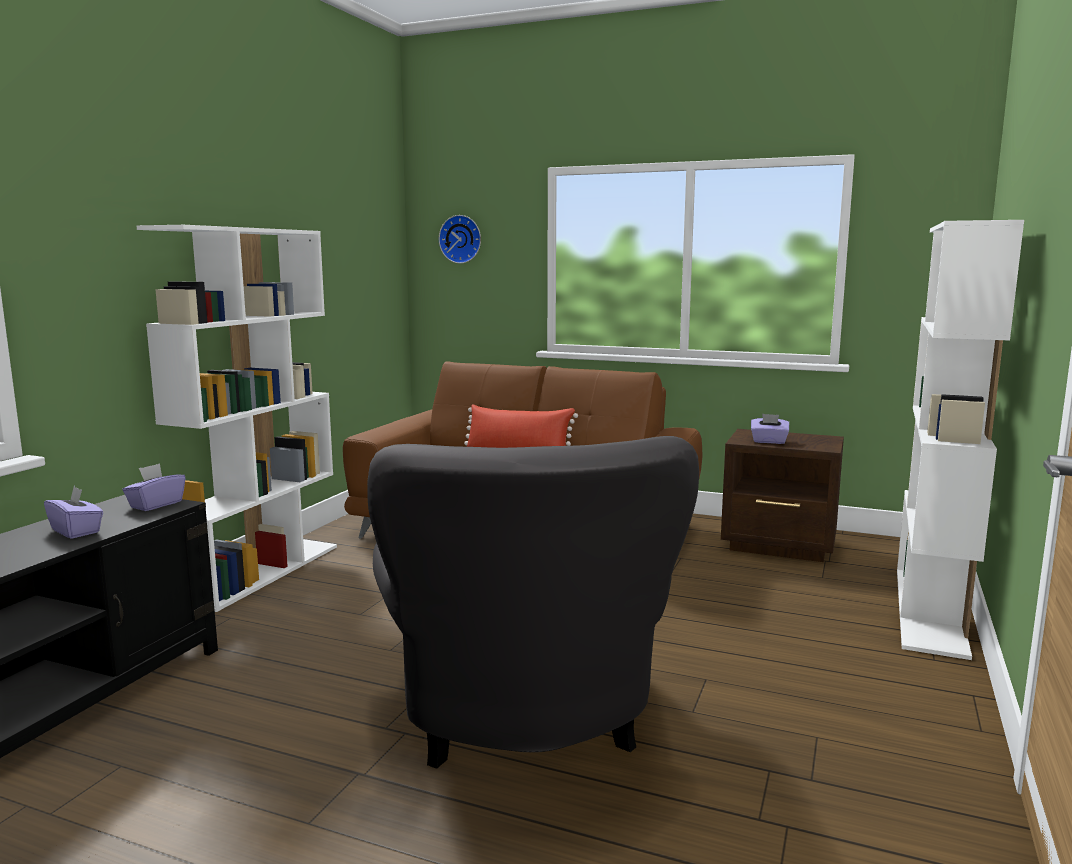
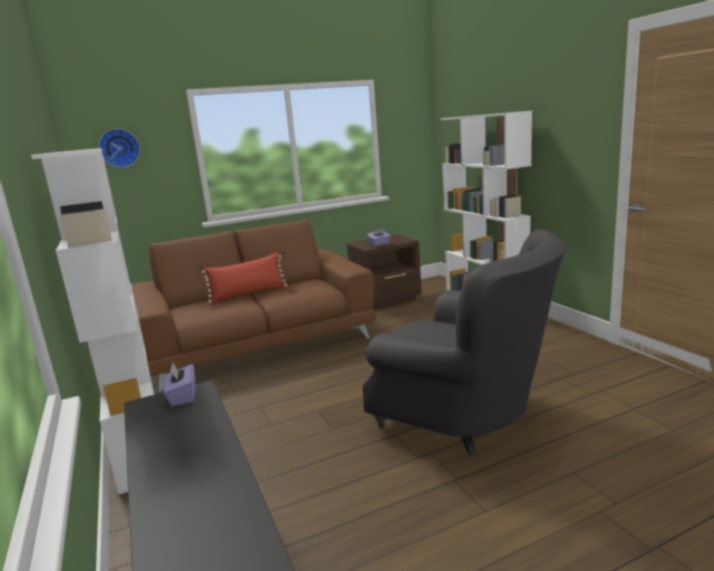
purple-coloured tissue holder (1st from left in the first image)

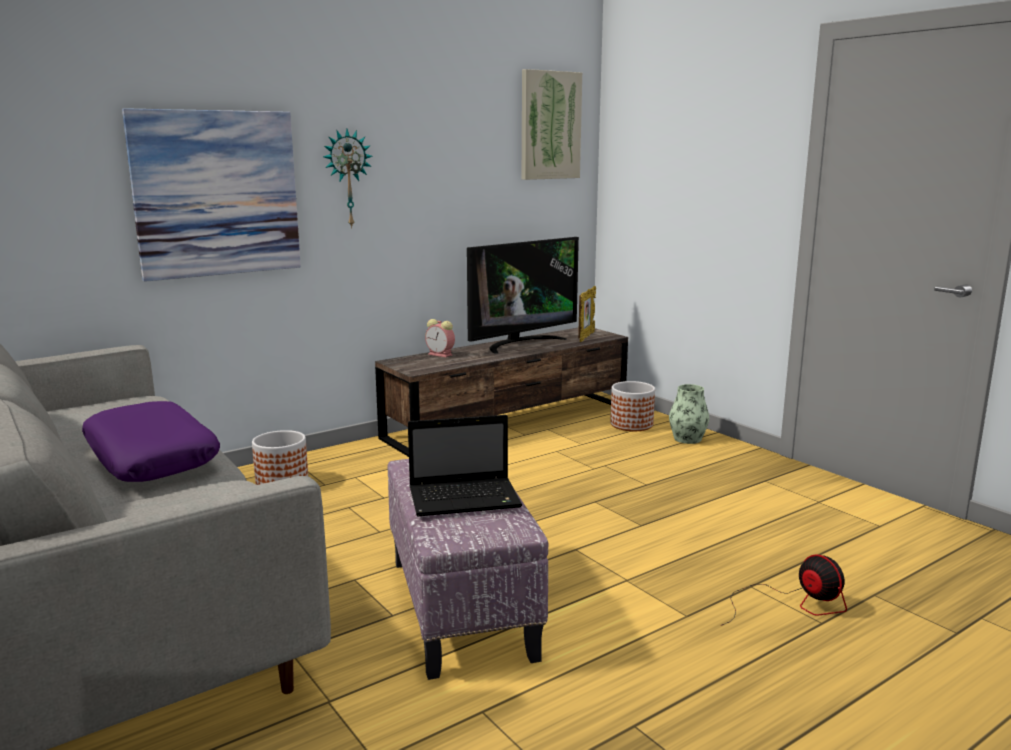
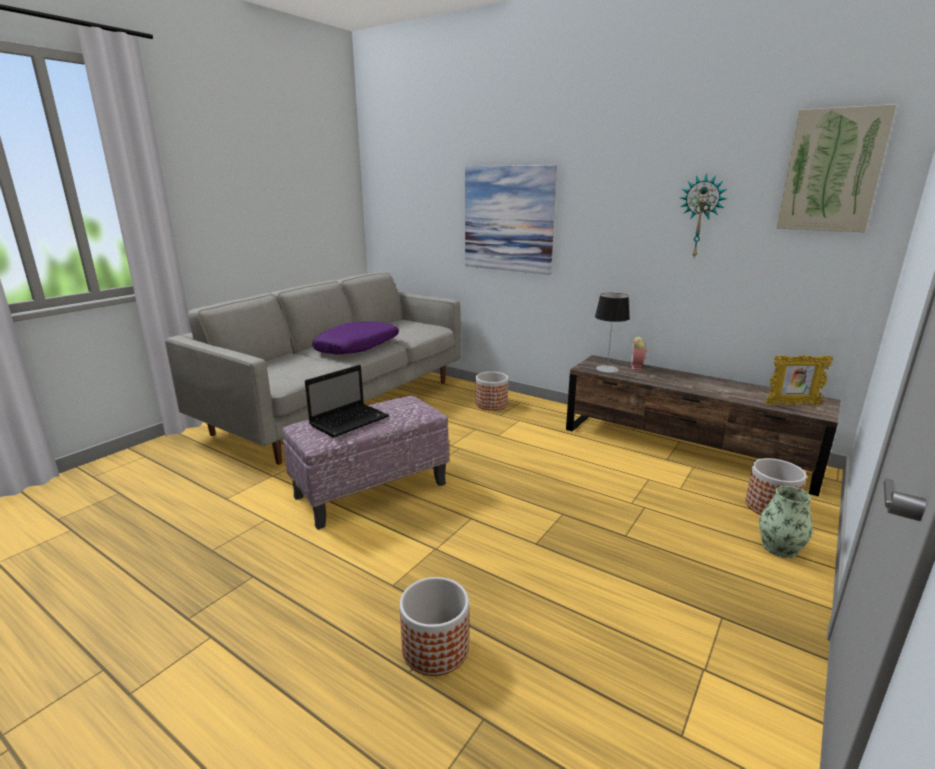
notebook computer
flower pot (1st from left)
lamp for a table
hanging clock
television

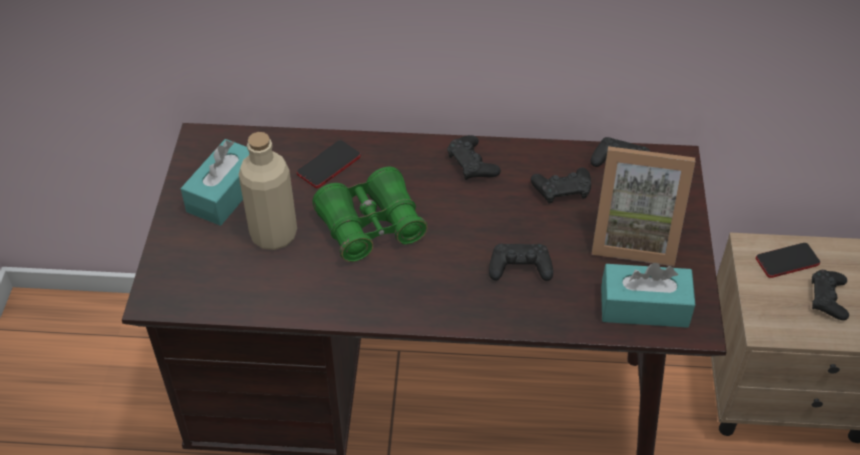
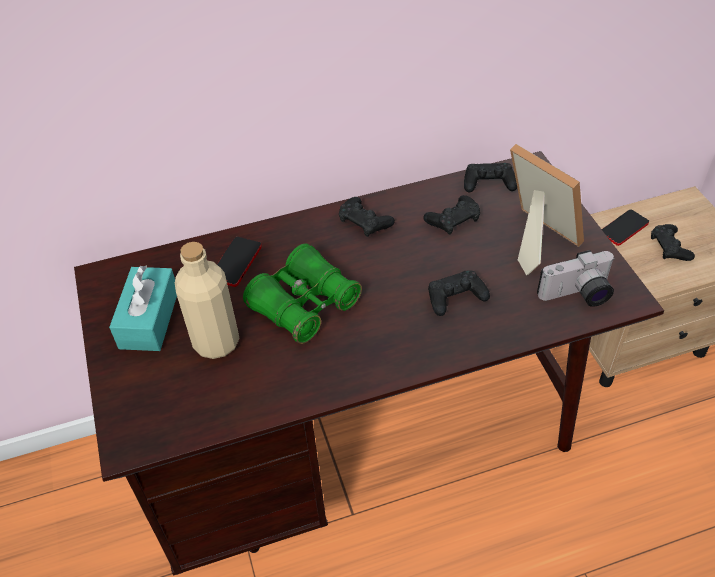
standing frame
photo camera

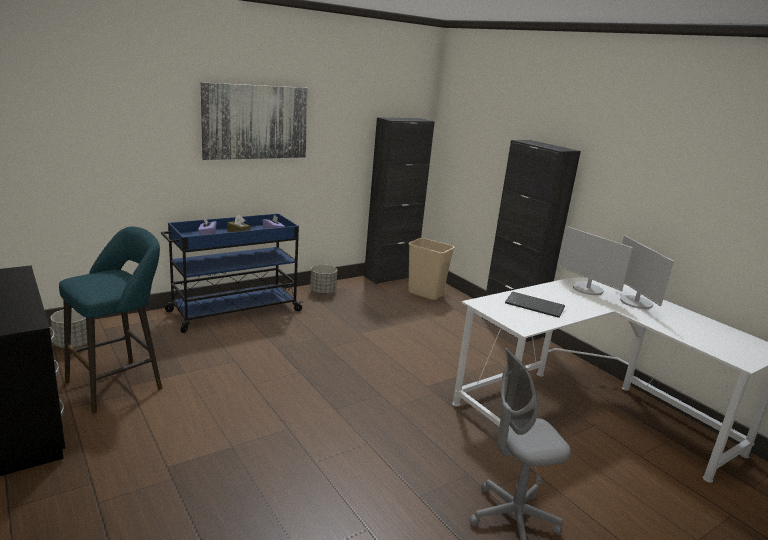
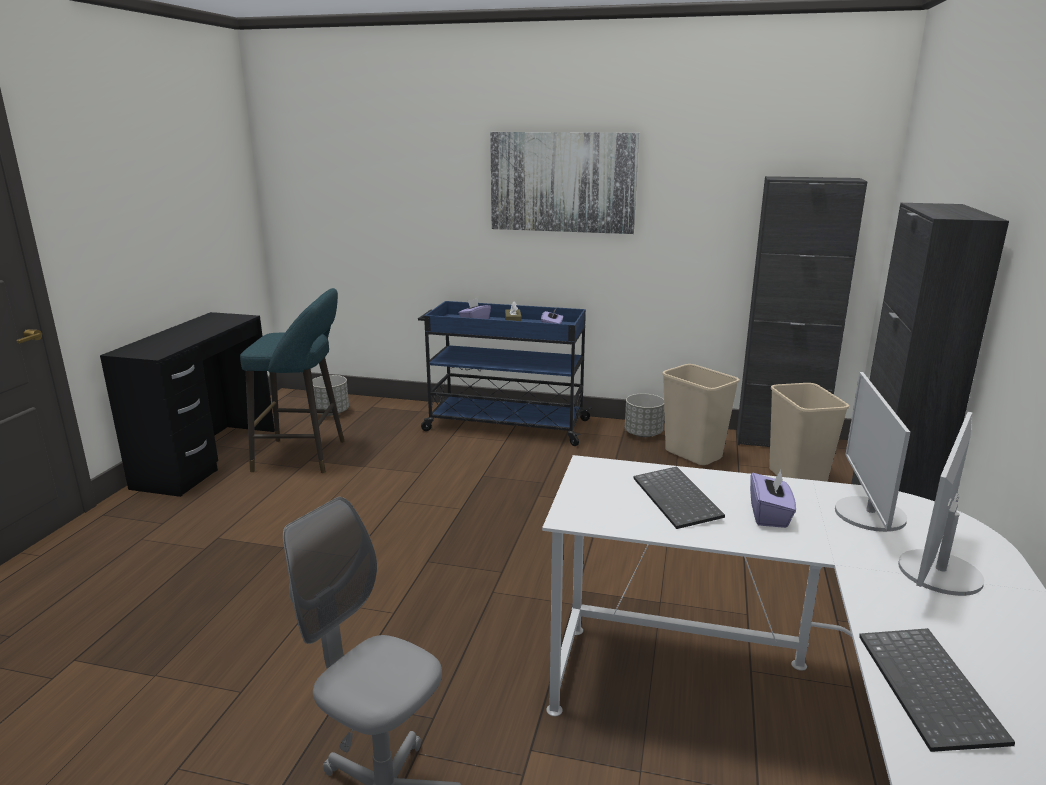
beige rubbish bin (1st from left)
purple-coloured tissue holder (3rd from left)
keyboard (2nd from left)

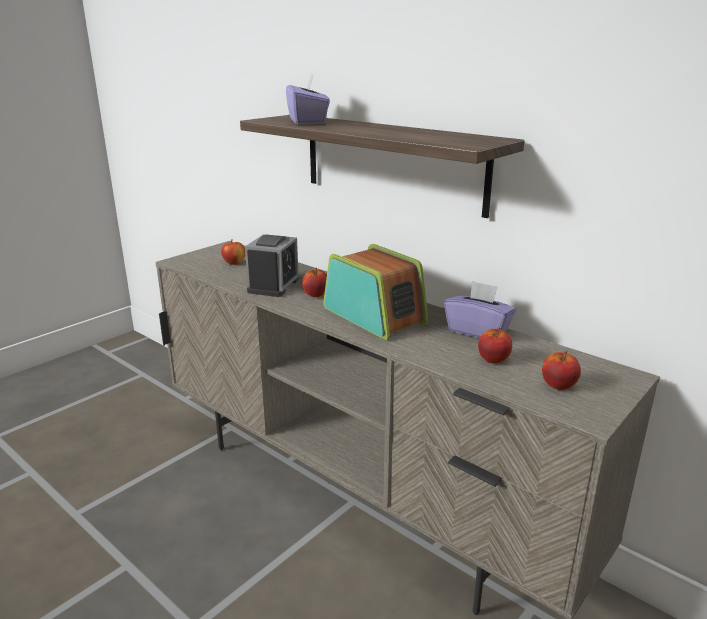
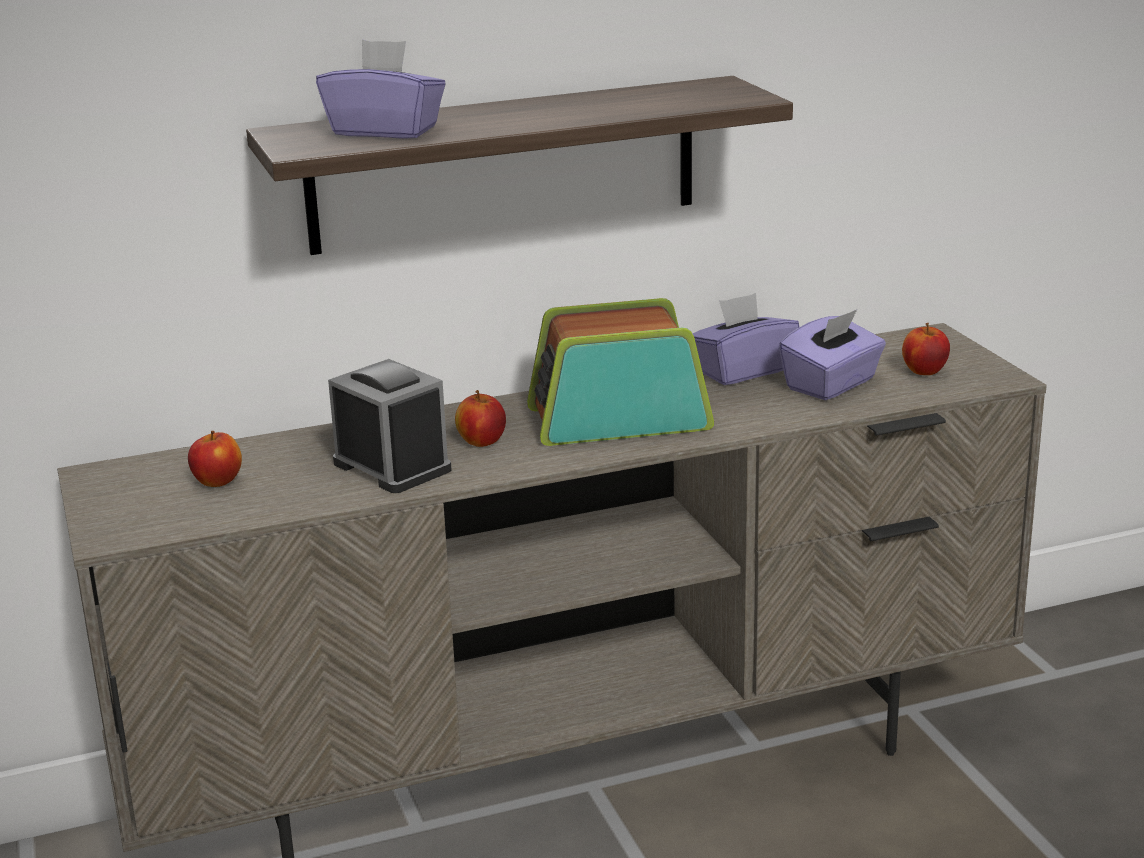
purple-coloured tissue holder (3rd from left)

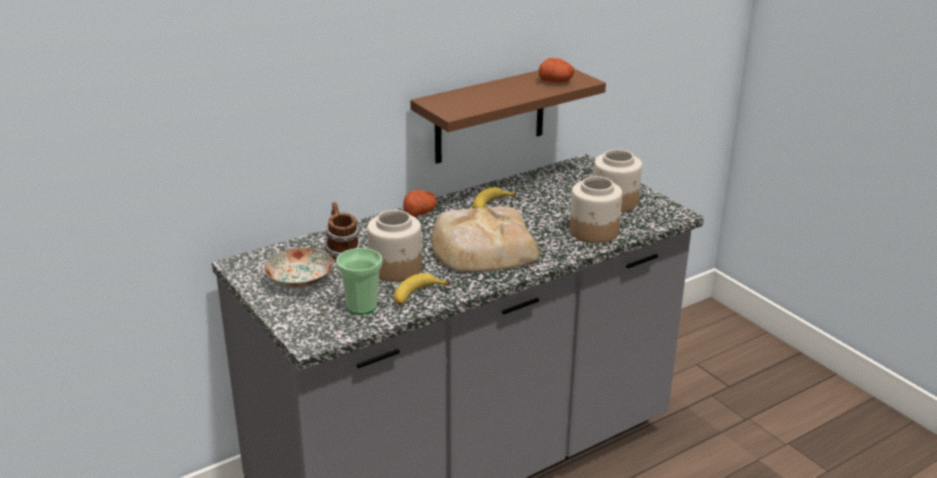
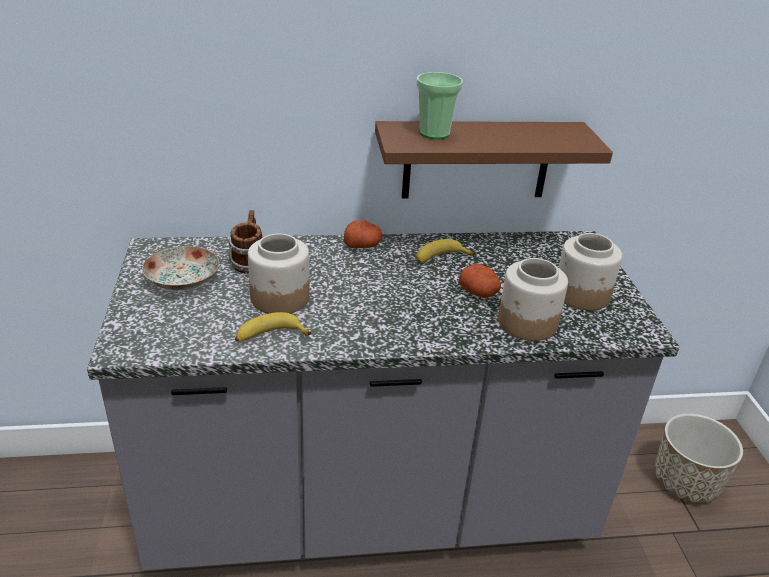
cup
potato (2nd from left)
flower pot
baked bread

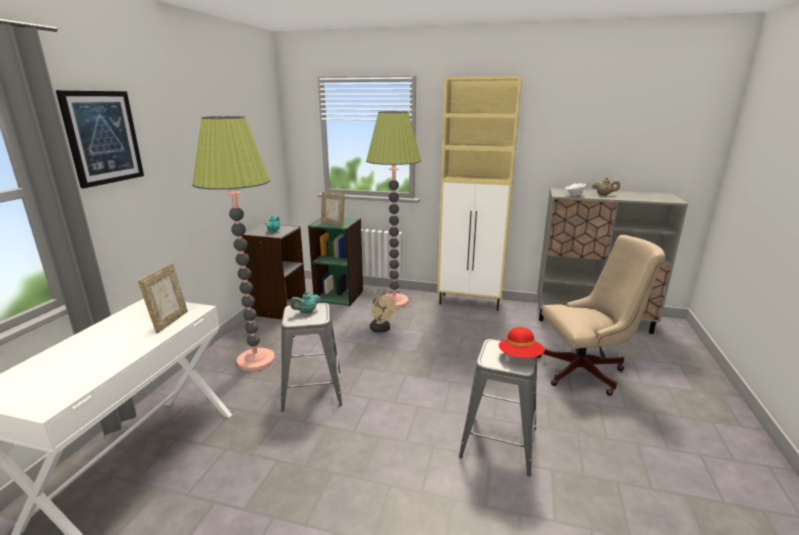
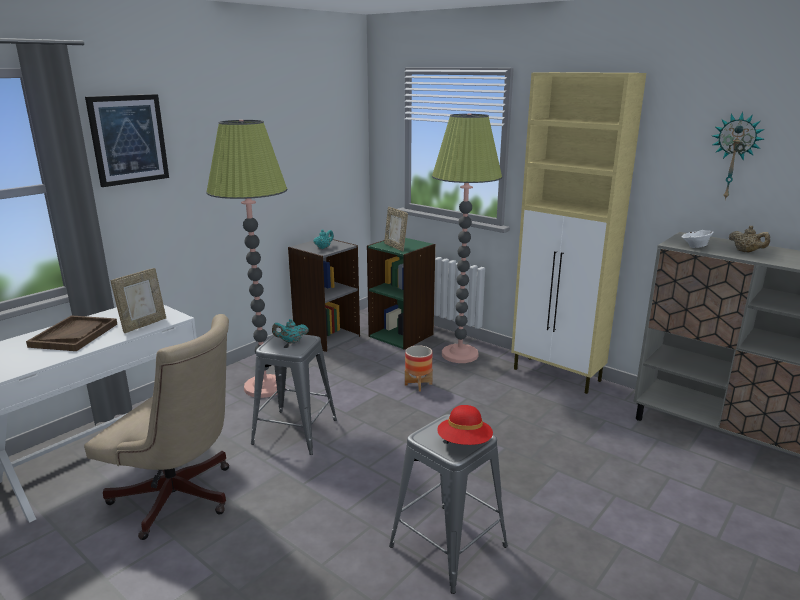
brown-coloured carrying tray
beige computer chair
flower pot
hanging clock

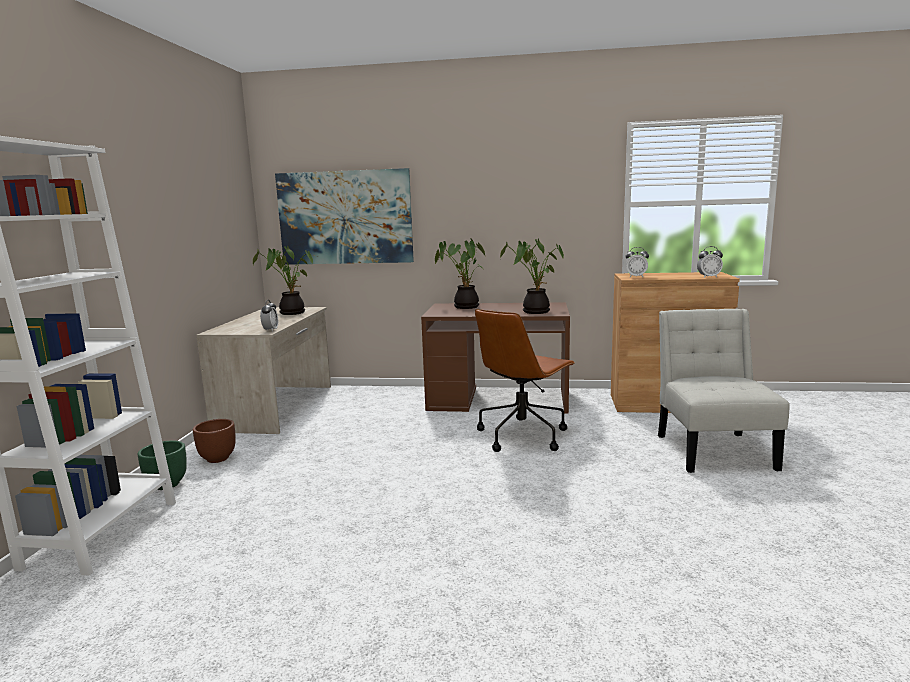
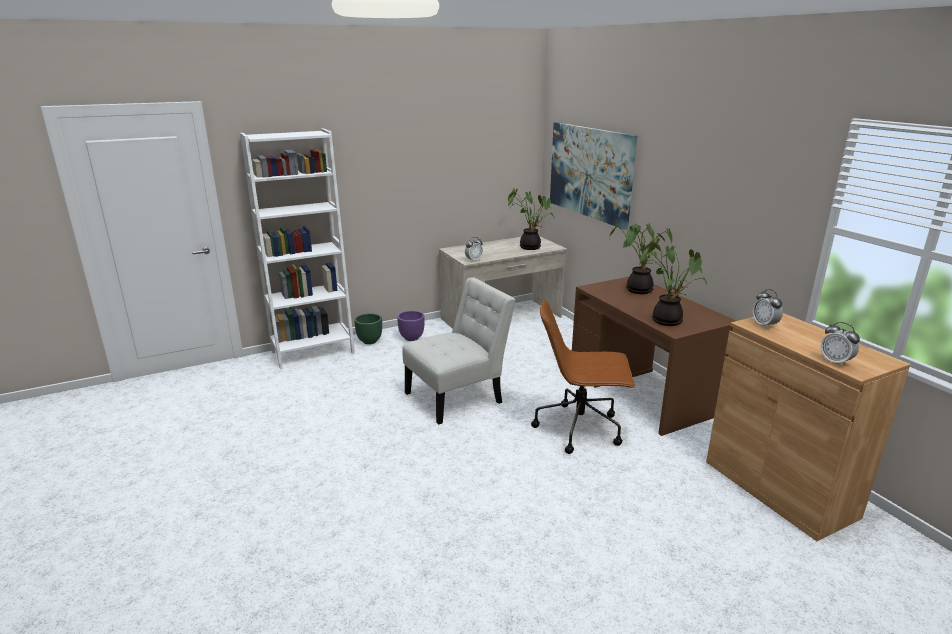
purple-coloured flower pot
white-coloured plain chair

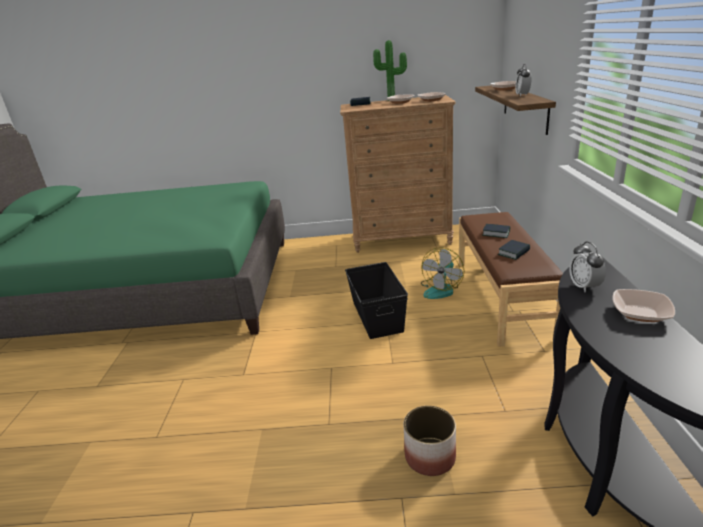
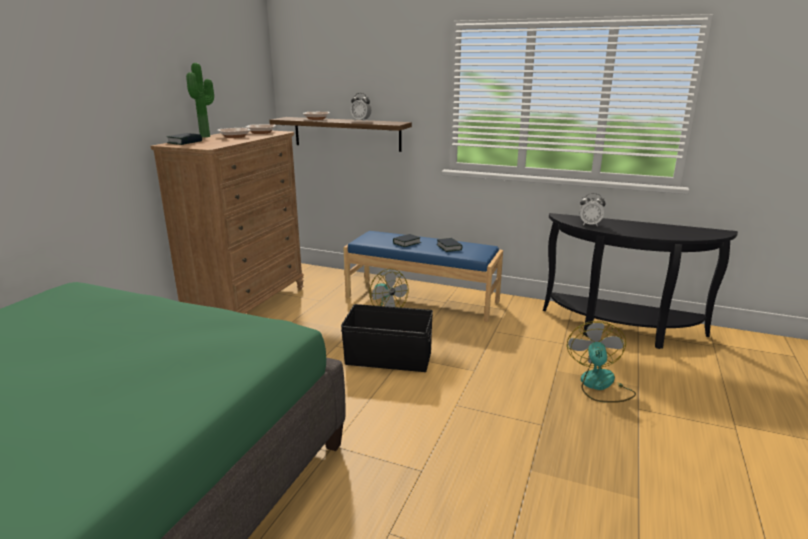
blue bench
fan (2nd from left)
deep dish (4th from left in the first image)

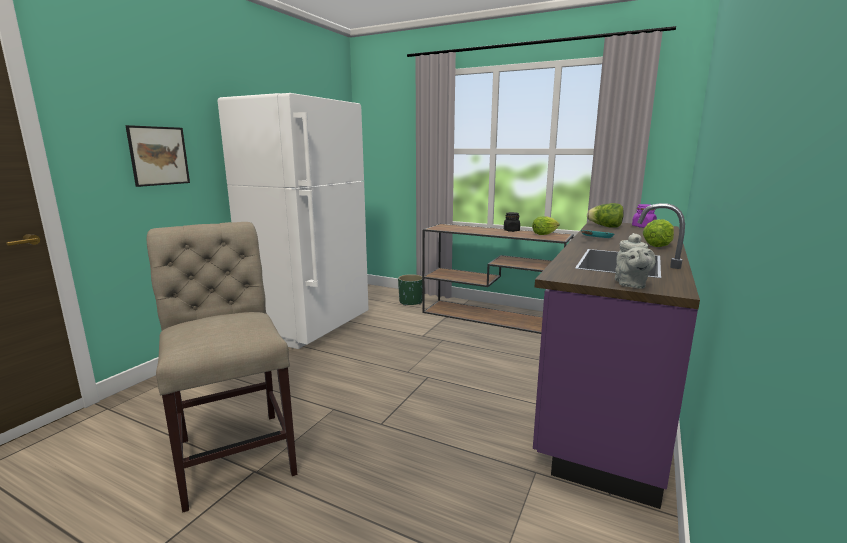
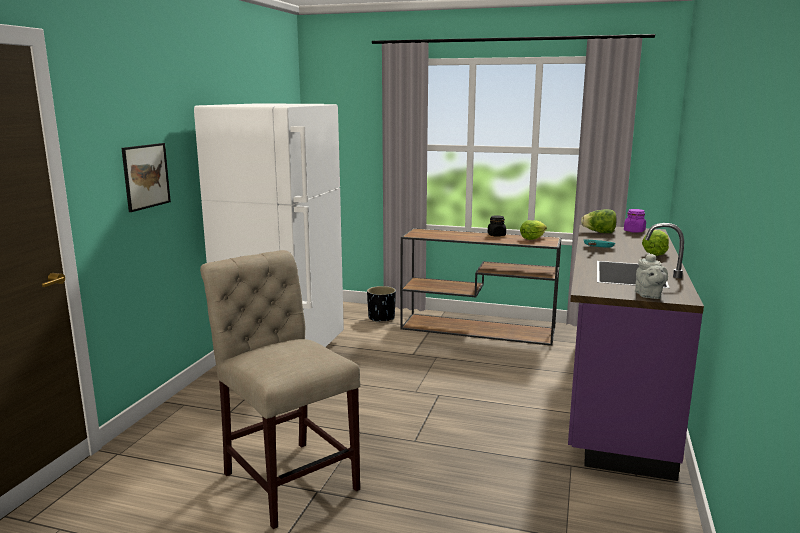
blackish flower pot

